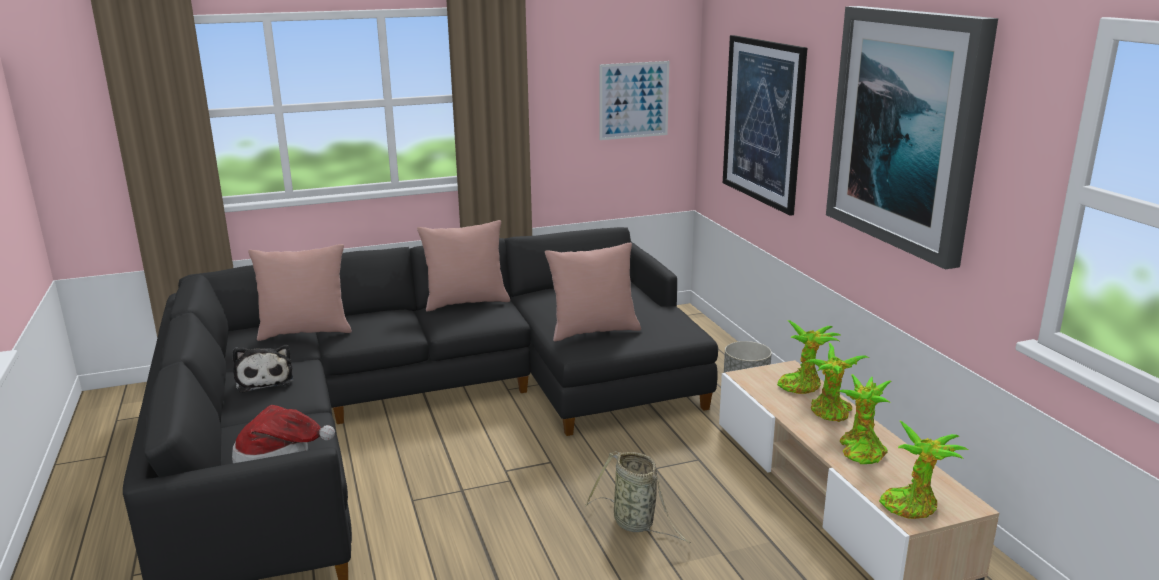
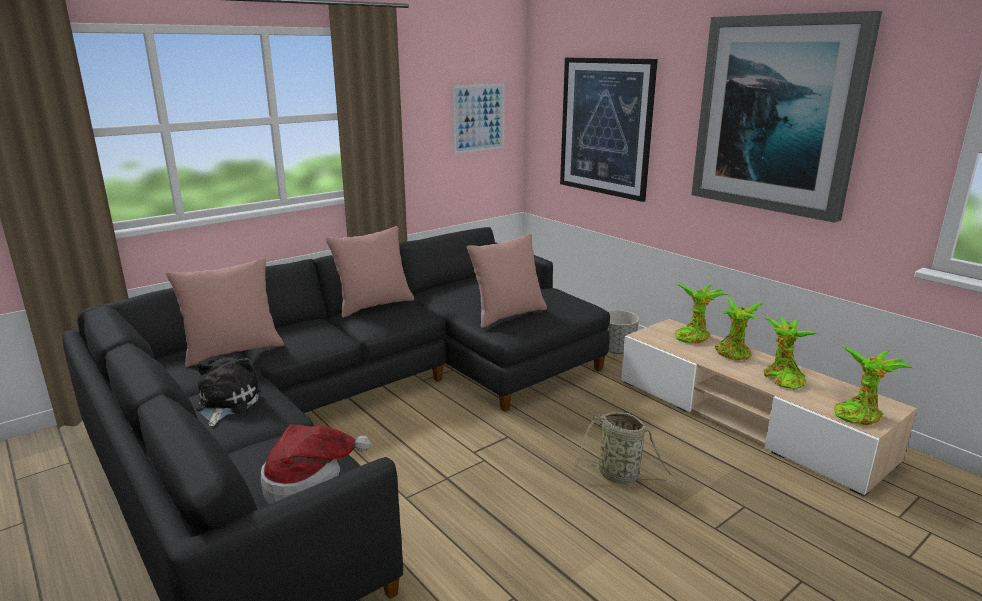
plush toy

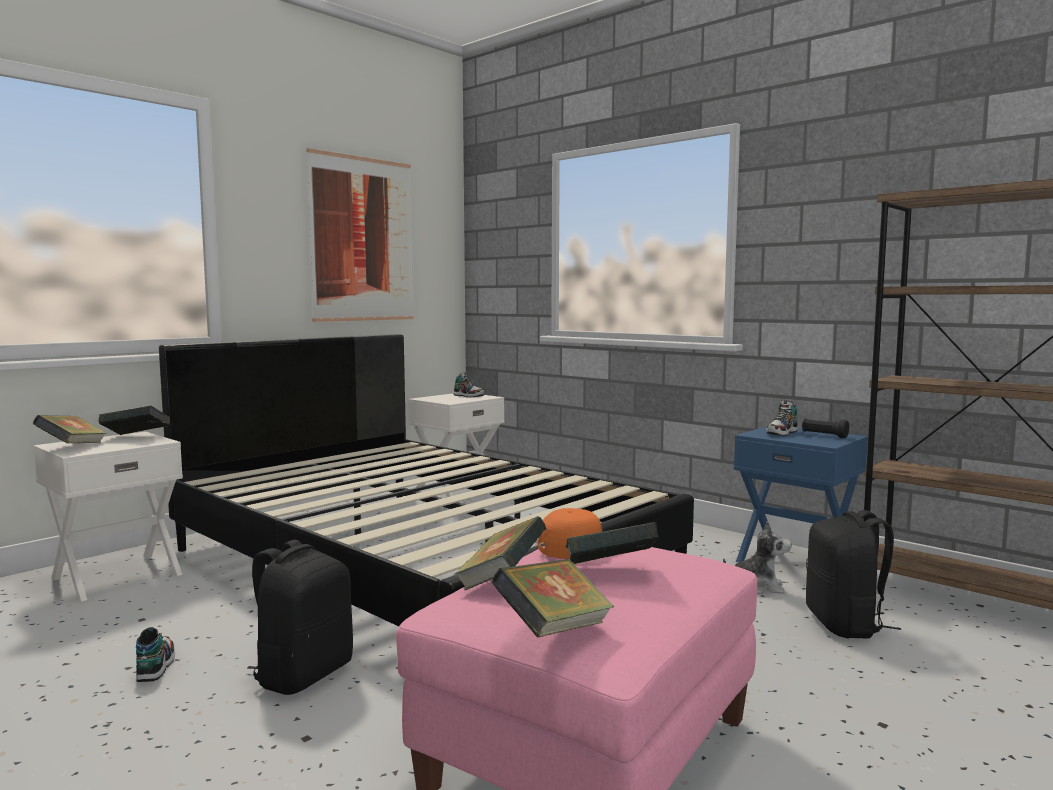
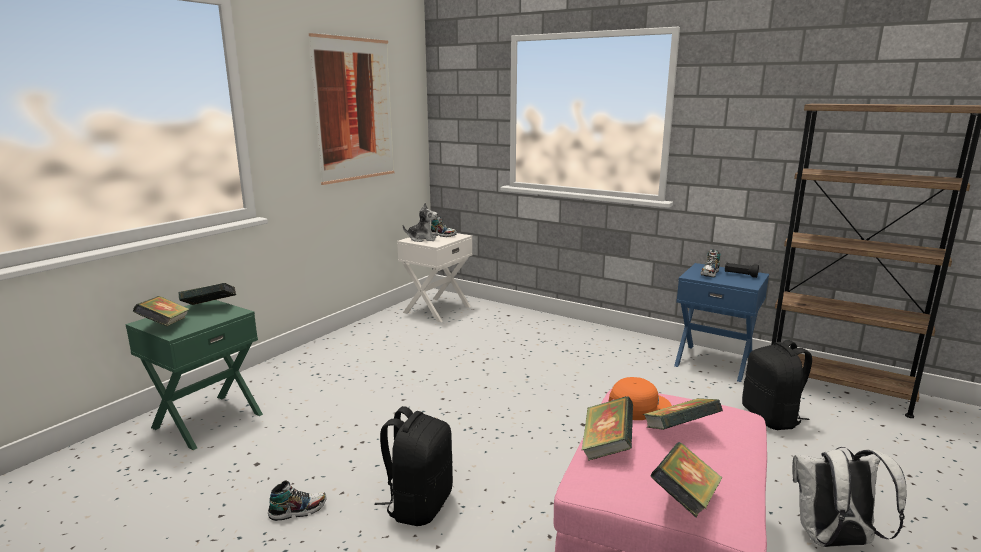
green bedside table
low shoe (1st from left)
plush toy
white-coloured rucksack
blackish bed

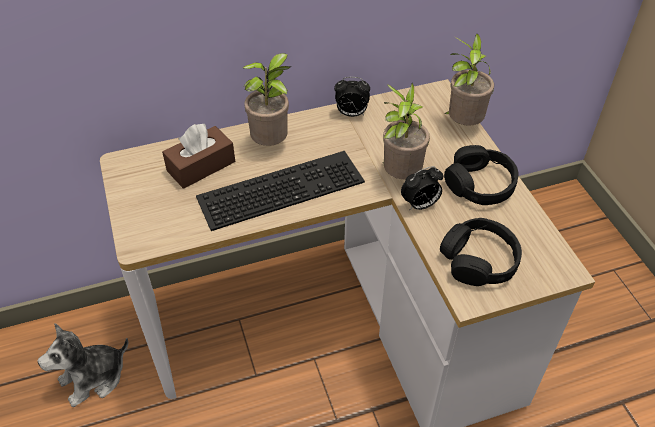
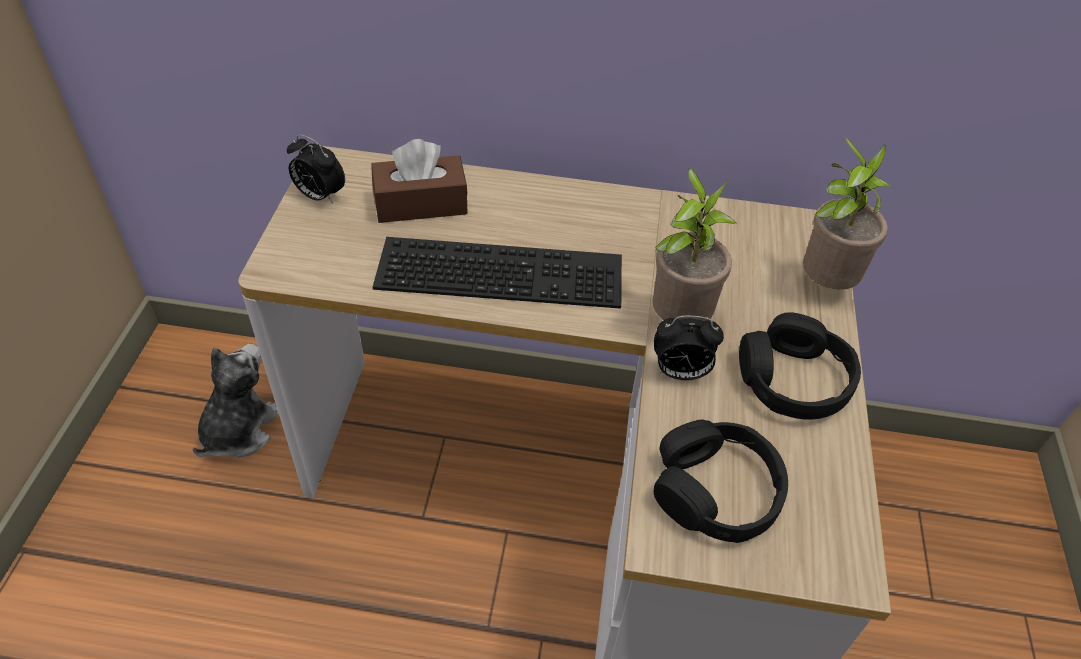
plush toy
bedside clock (1st from left)
houseplant (1st from left in the first image)

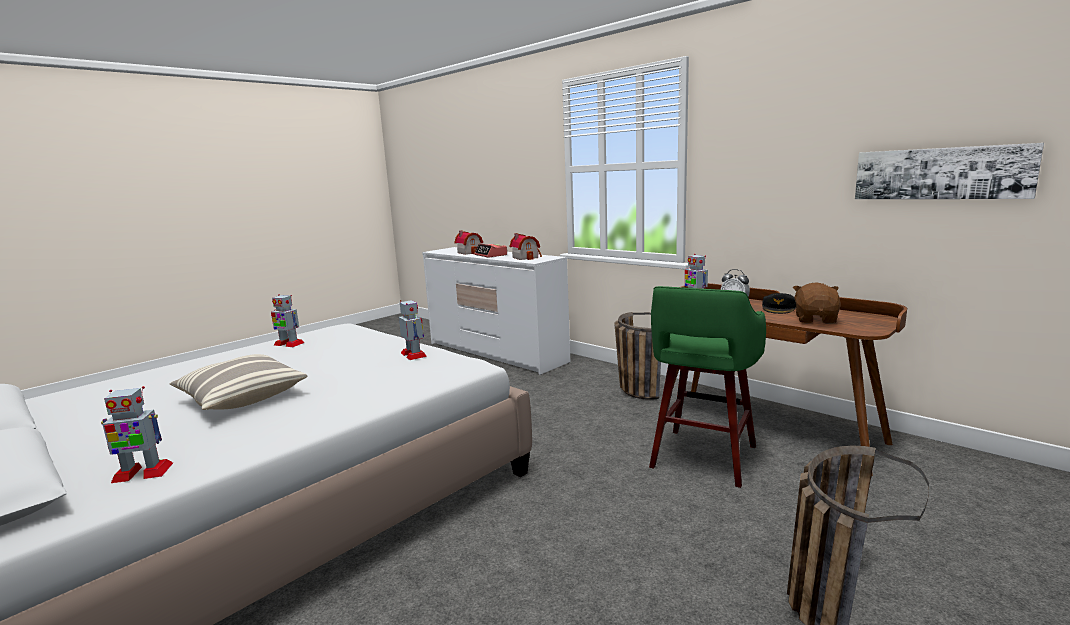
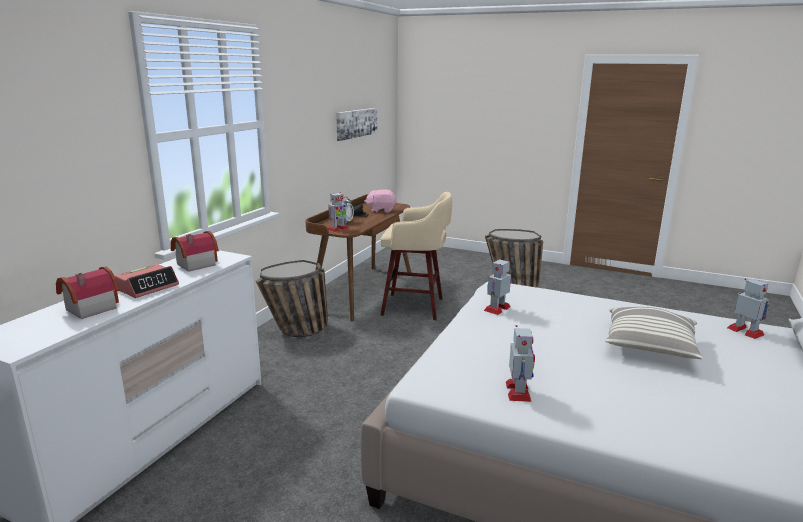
pink plush toy
beige stool

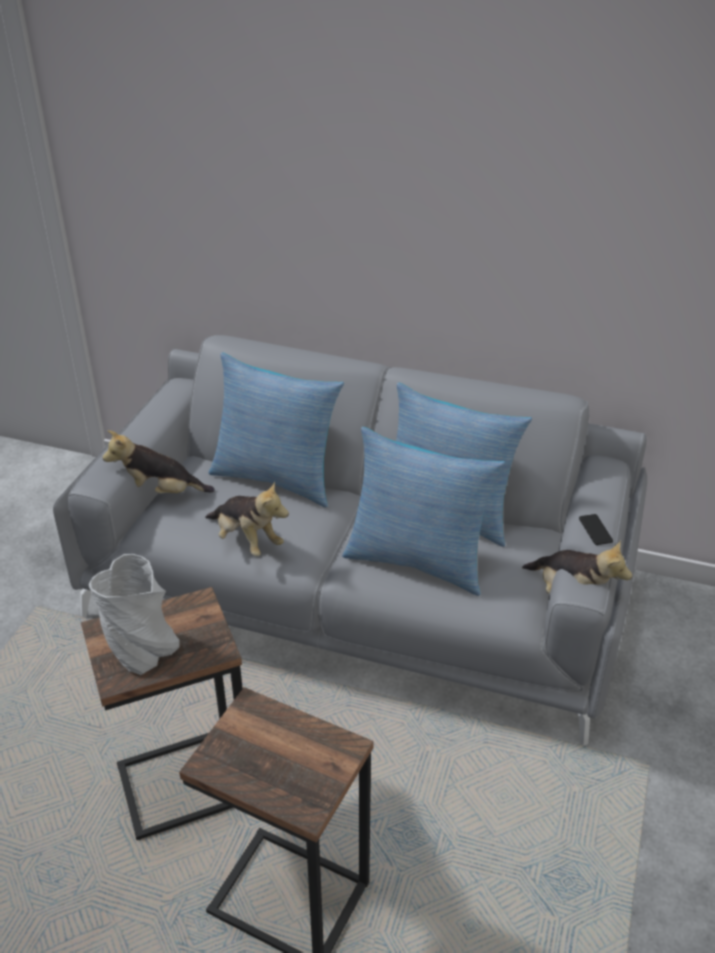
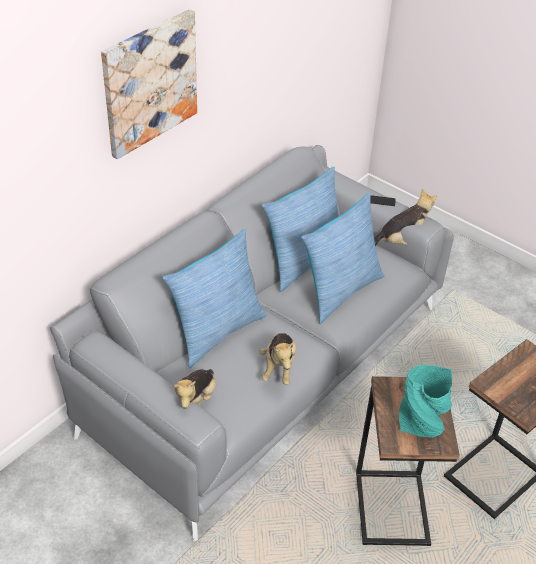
picture
plush toy (2nd from left)
turquoise decorative vase

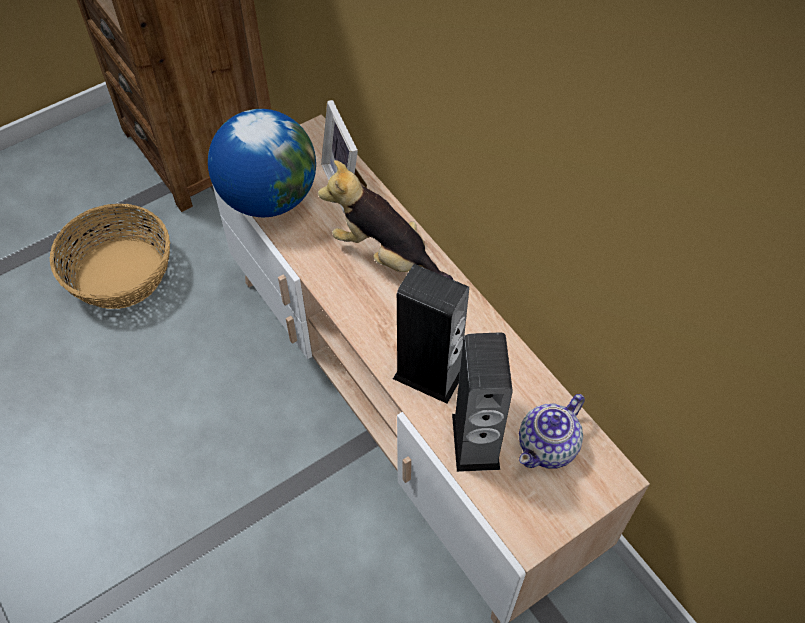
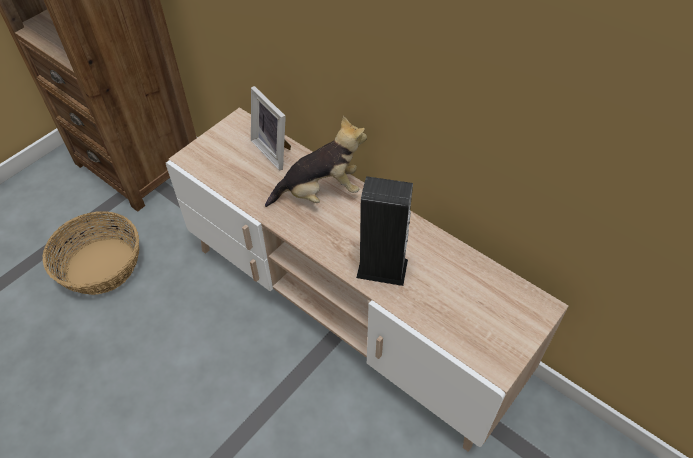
plush toy
desk globe
loudspeaker (2nd from left in the first image)
teapot

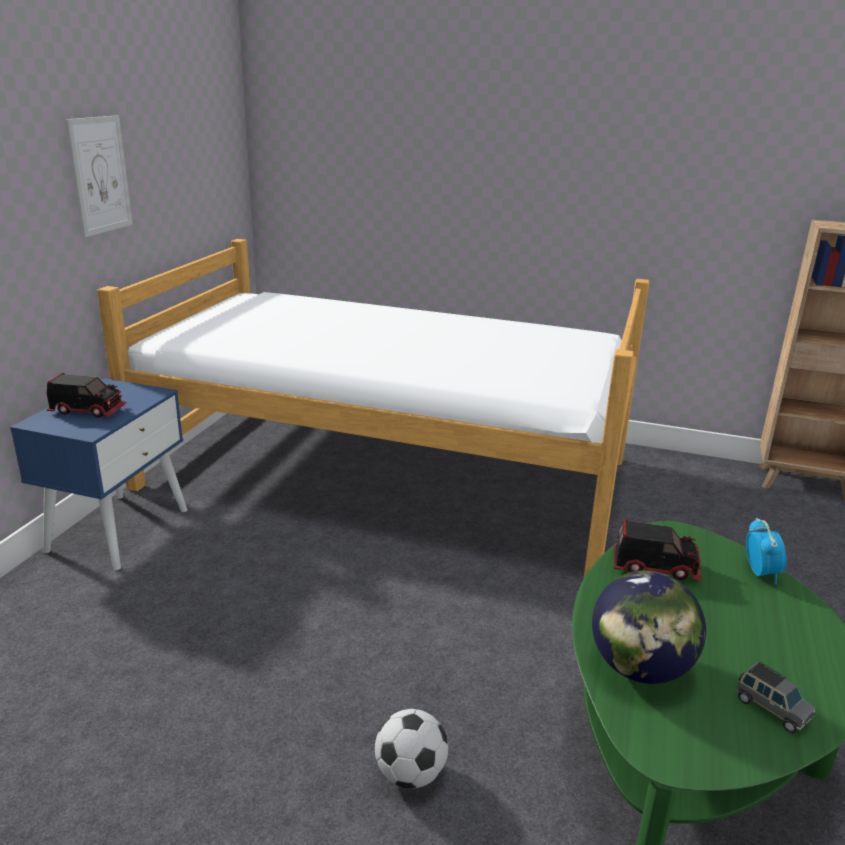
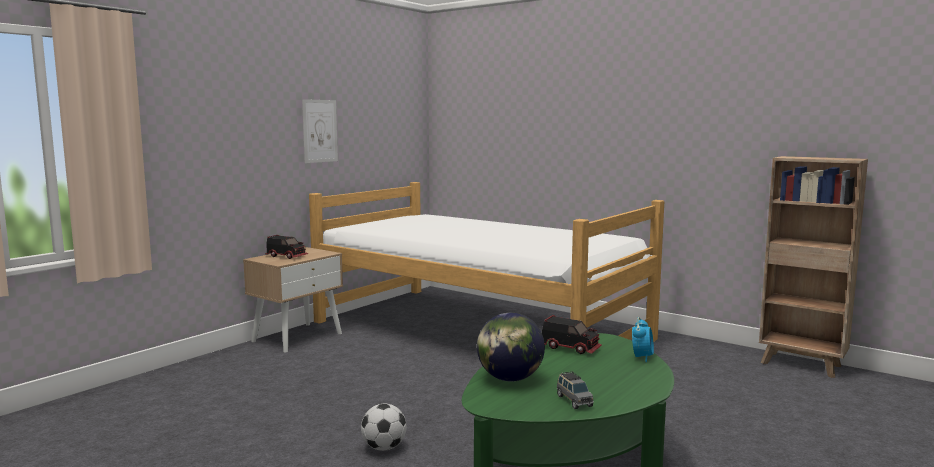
beige bedside table

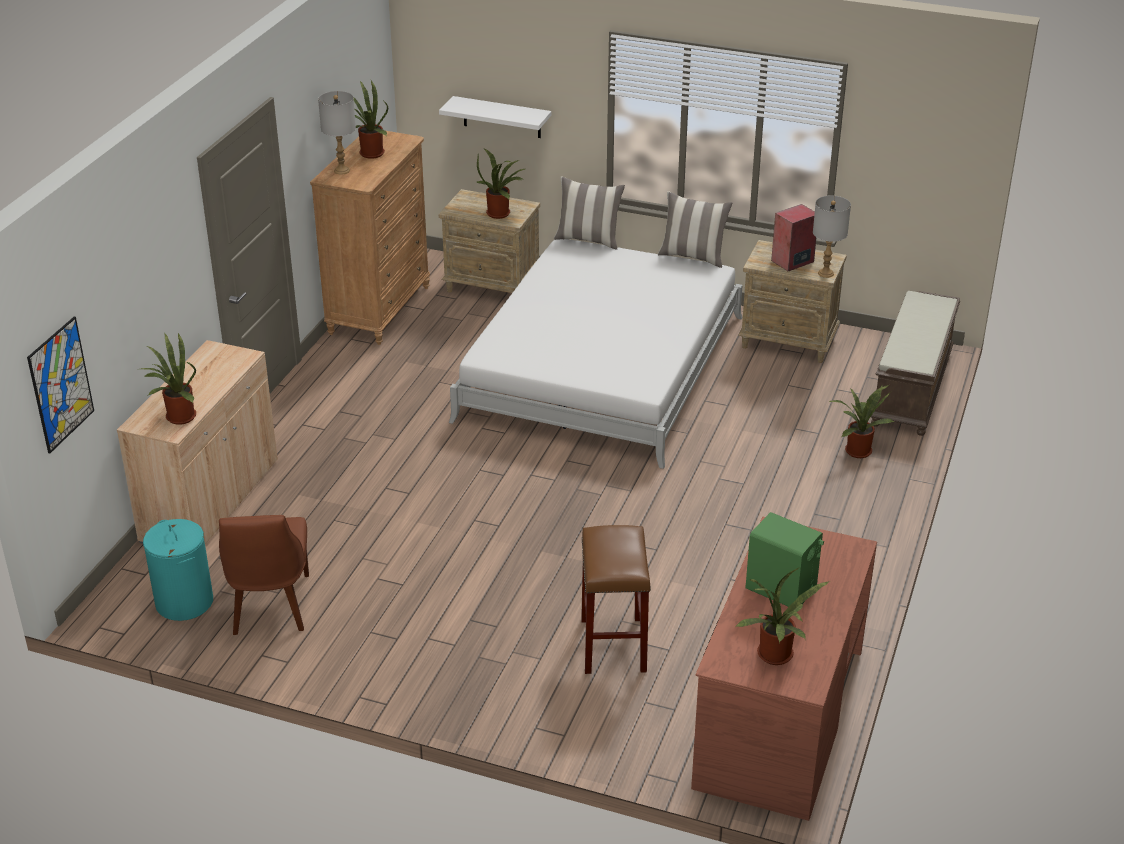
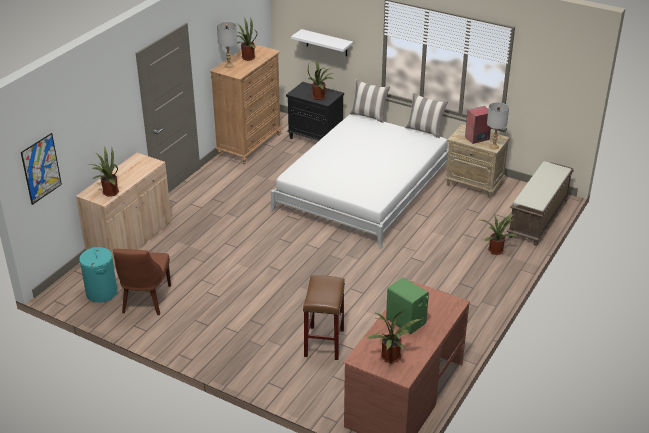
blackish bedside table

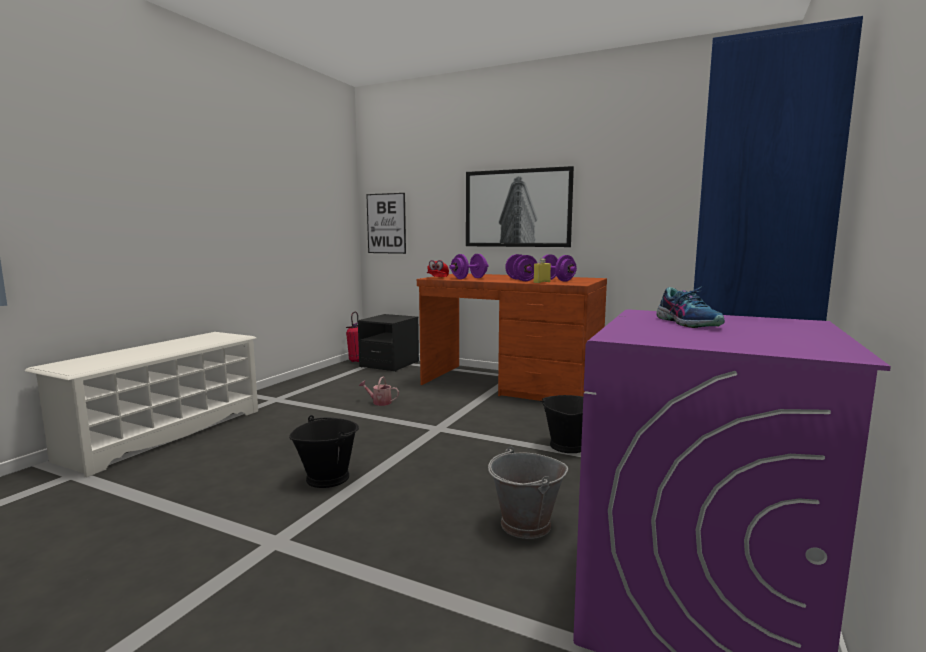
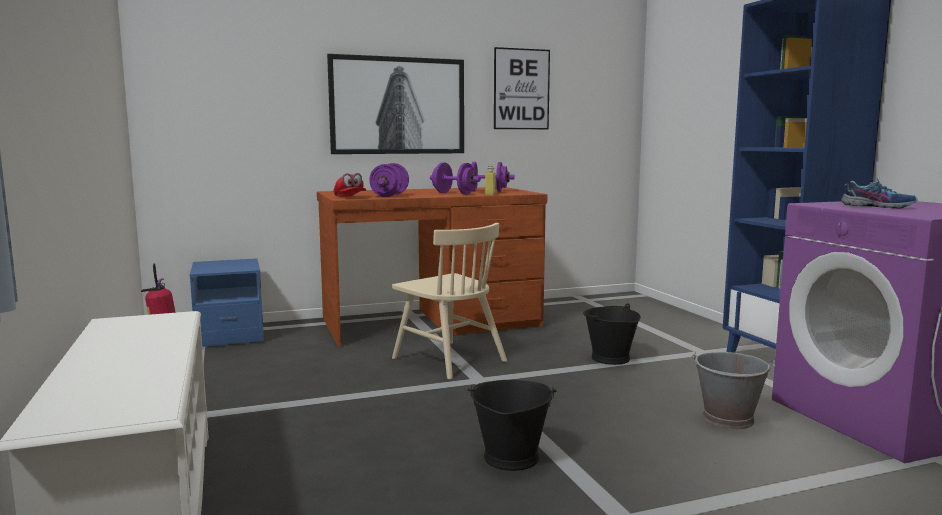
blue bedside table
beige plain chair
picture (2nd from left)
watering pot

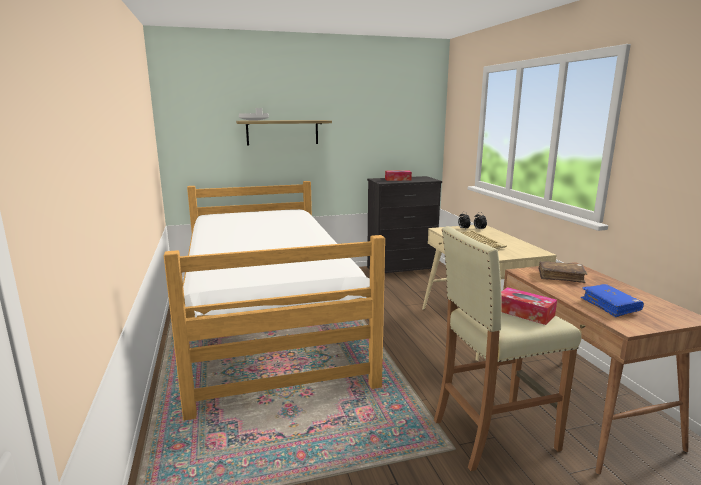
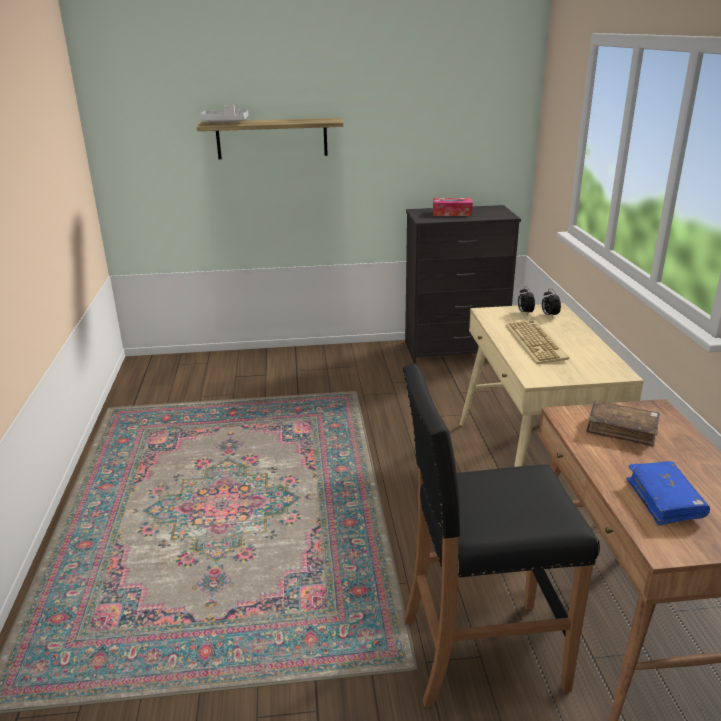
blackish stool
bed
tissue holder (2nd from left in the first image)

